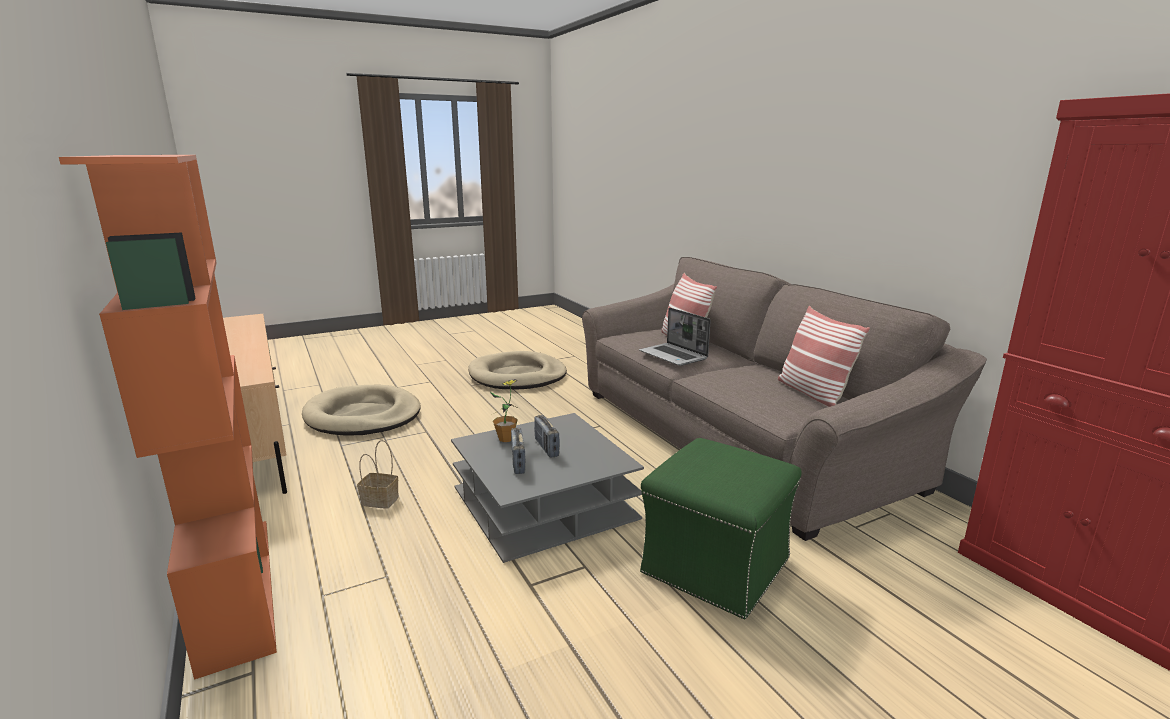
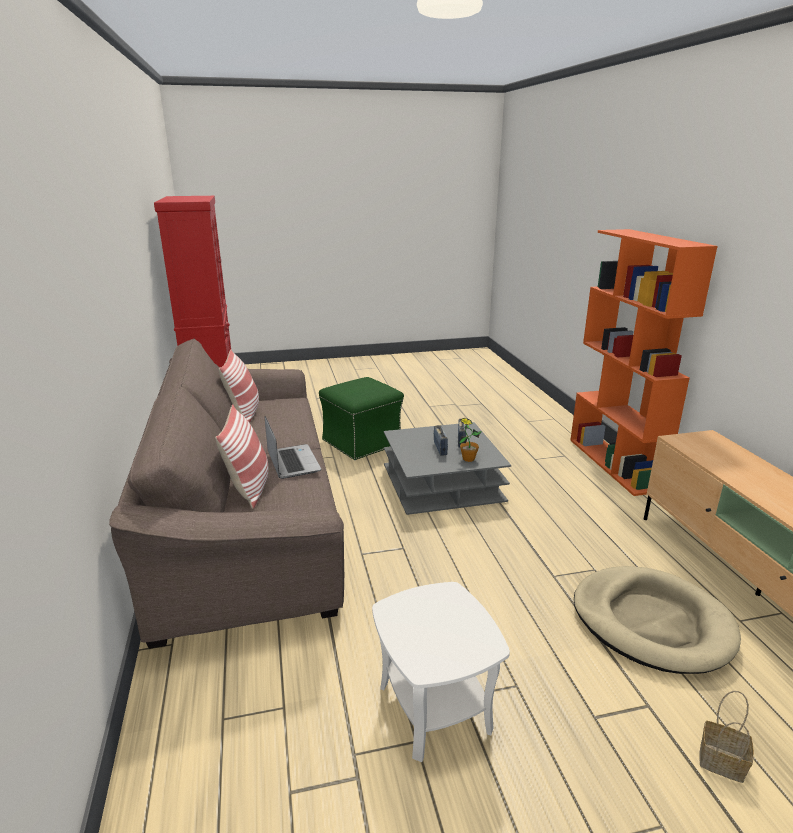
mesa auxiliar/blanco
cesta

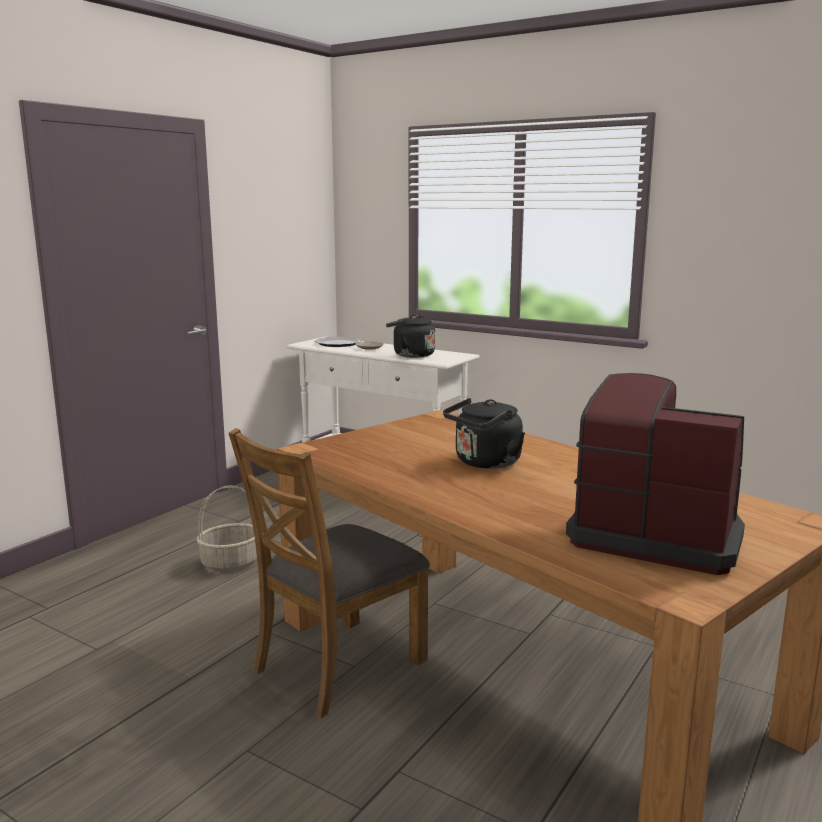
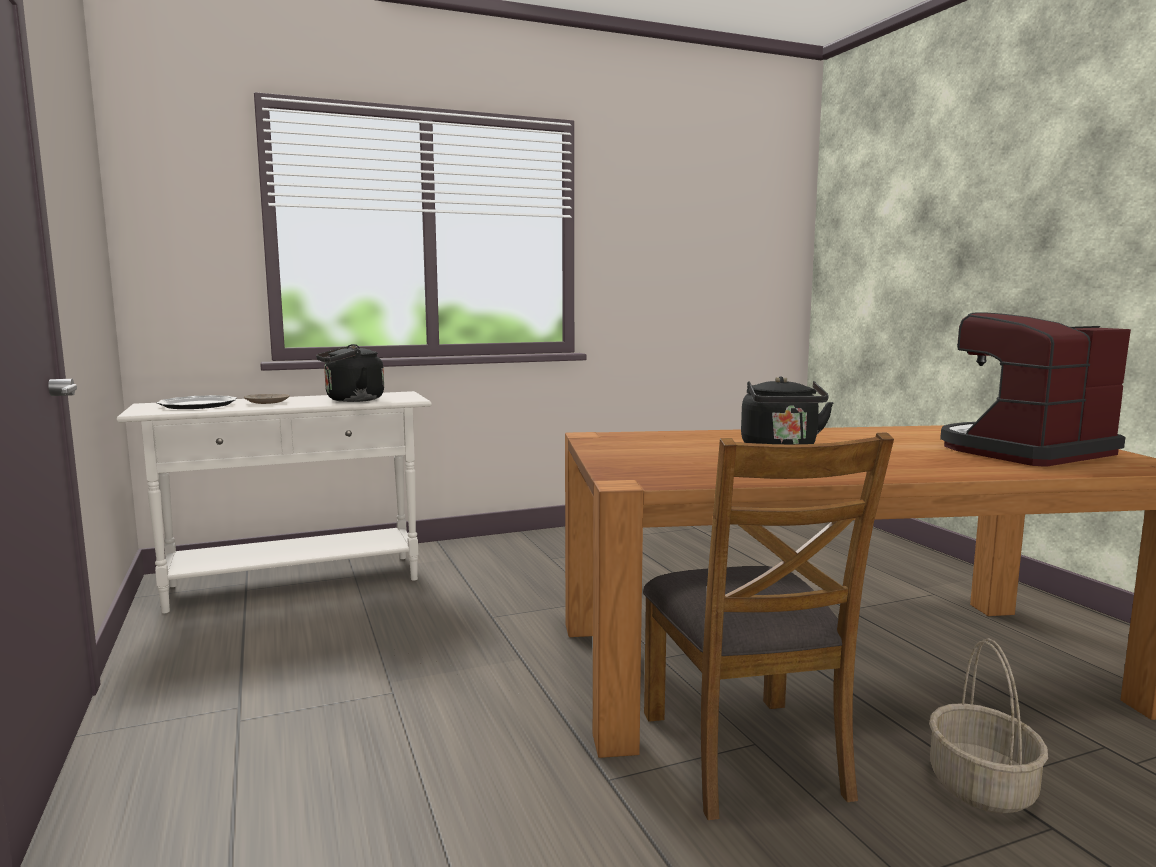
cesta

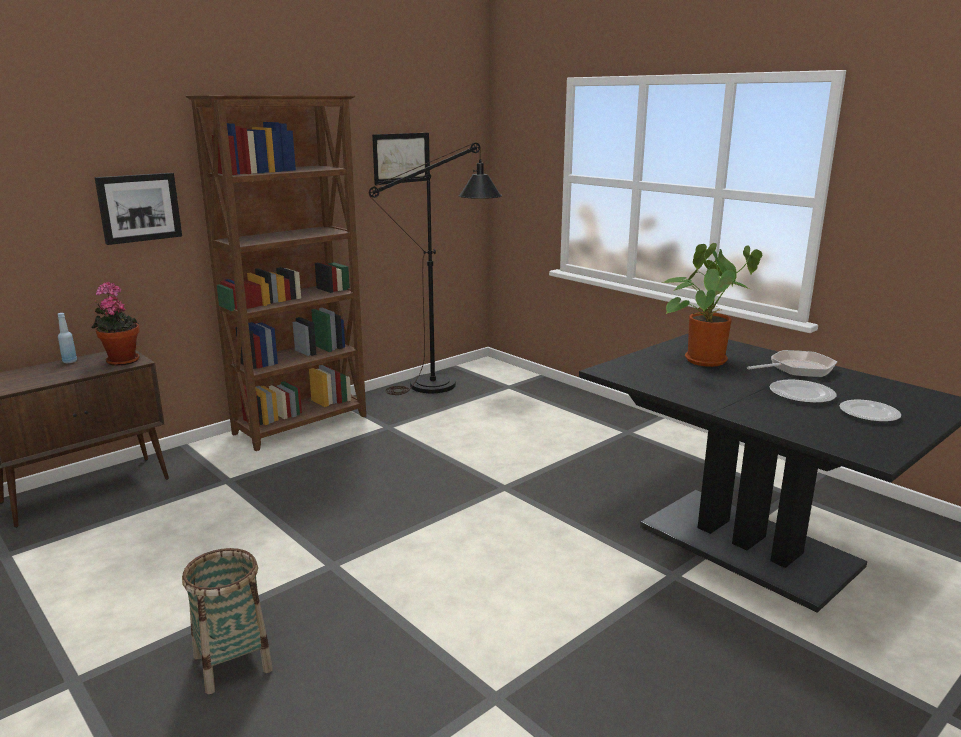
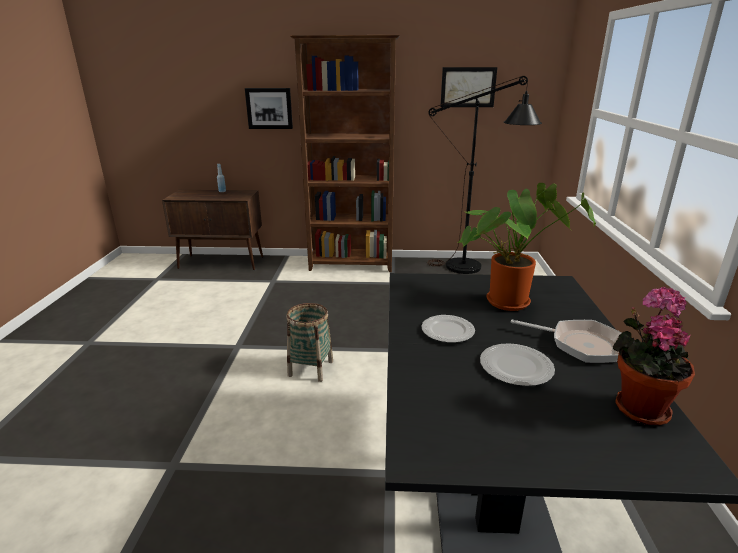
planta en maceta (2nd from left)
plato (1st from left)
cesta

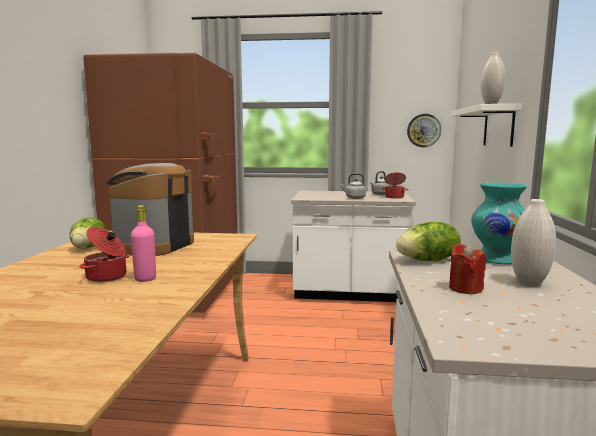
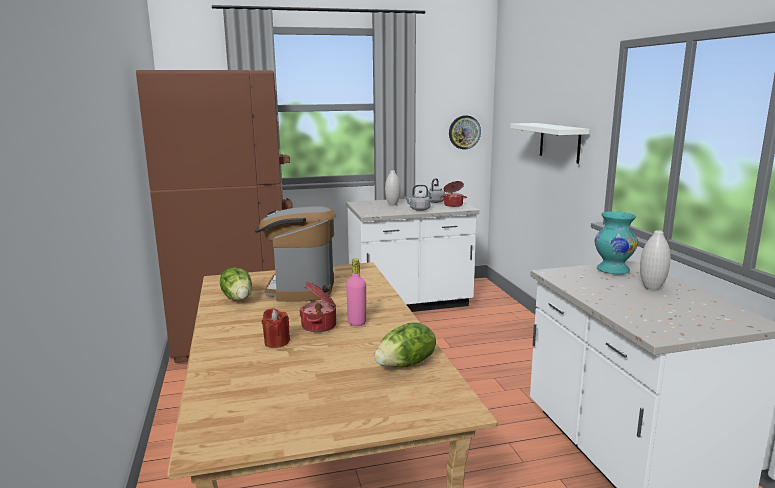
florero/blanco (1st from left)
lechuga (2nd from left)
vela/rojo

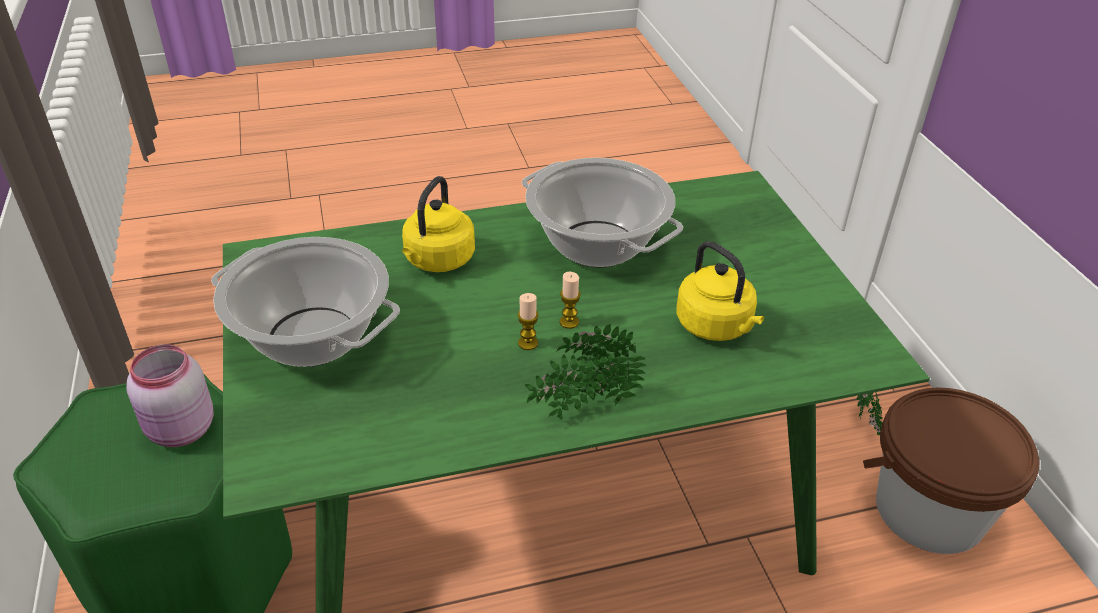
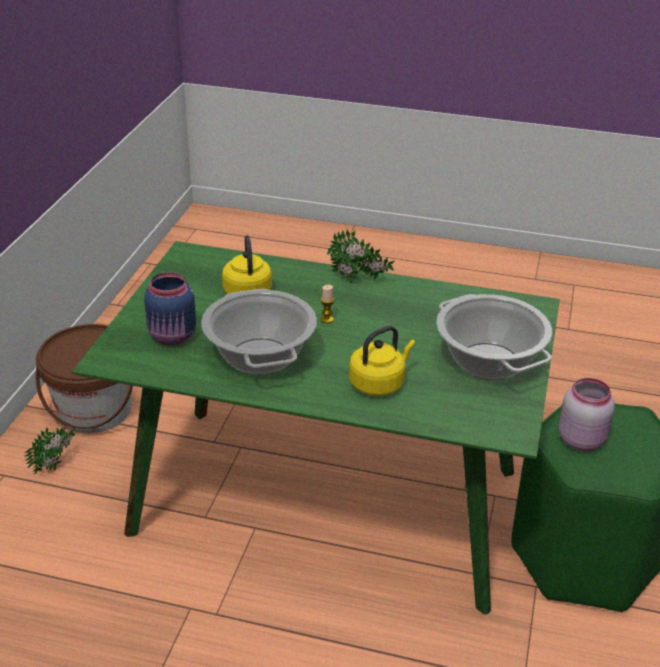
vela (1st from left in the first image)
tarro/azul

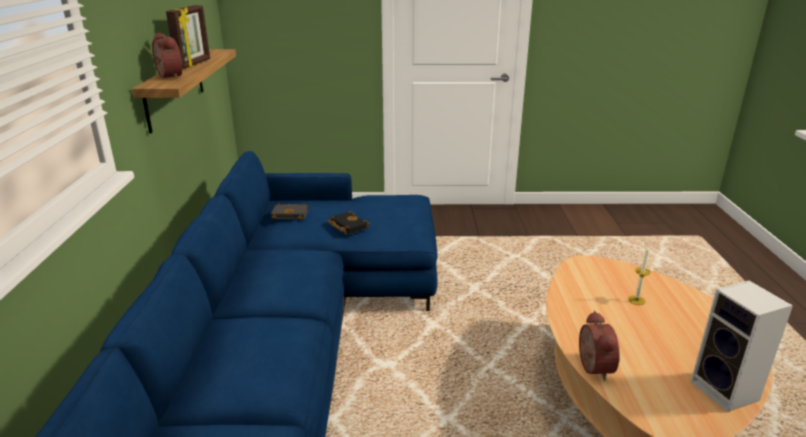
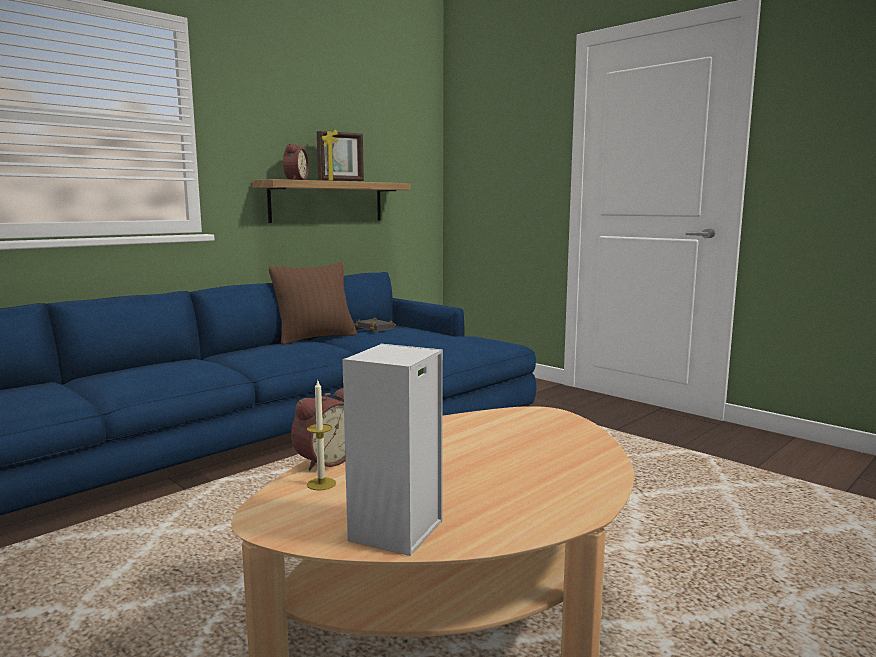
libro/negro (2nd from left in the first image)
vela
cojín/marrón

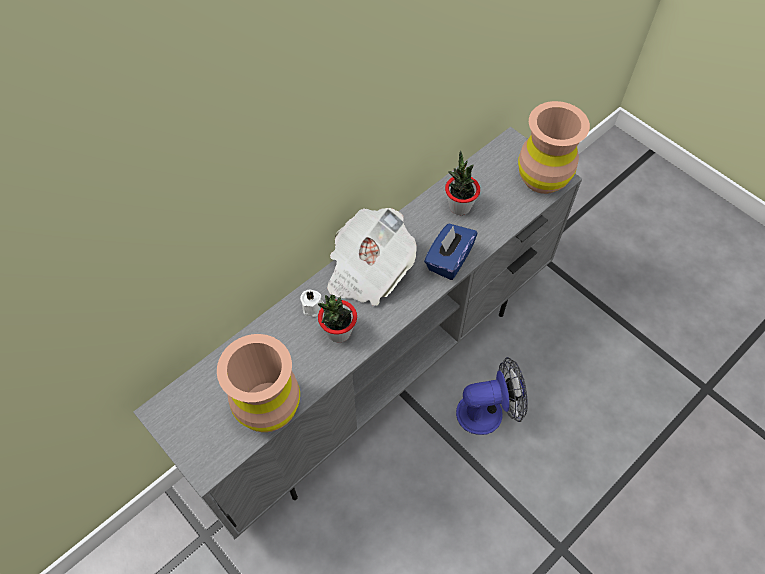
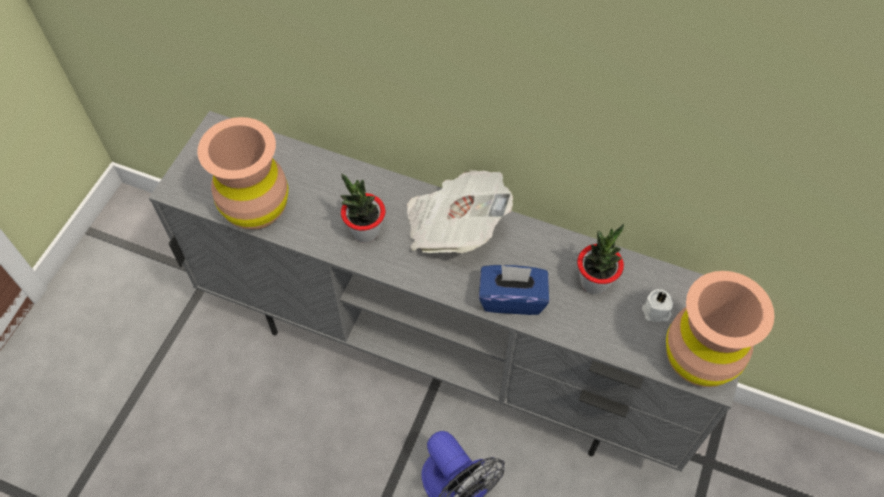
vela/blanco

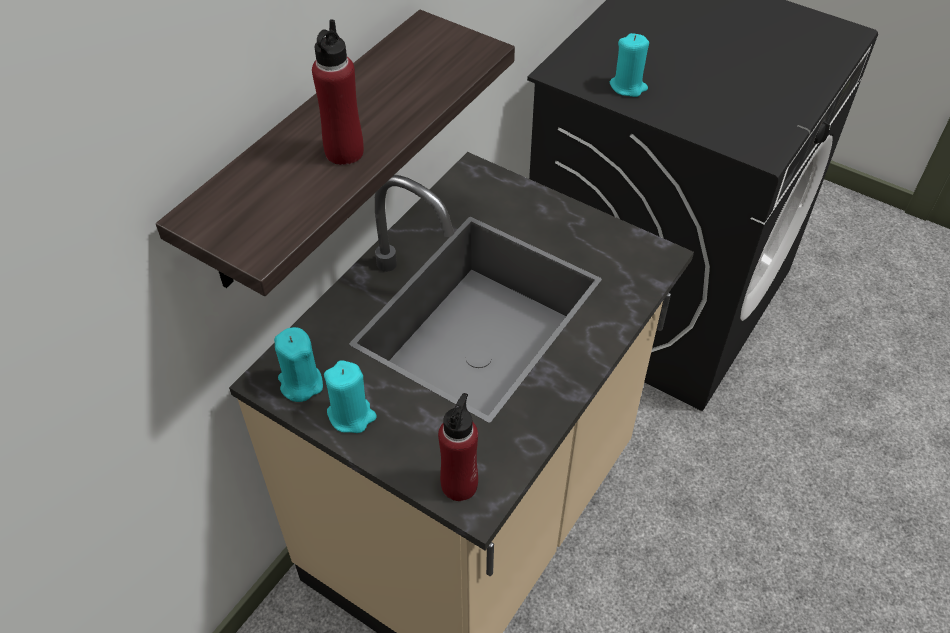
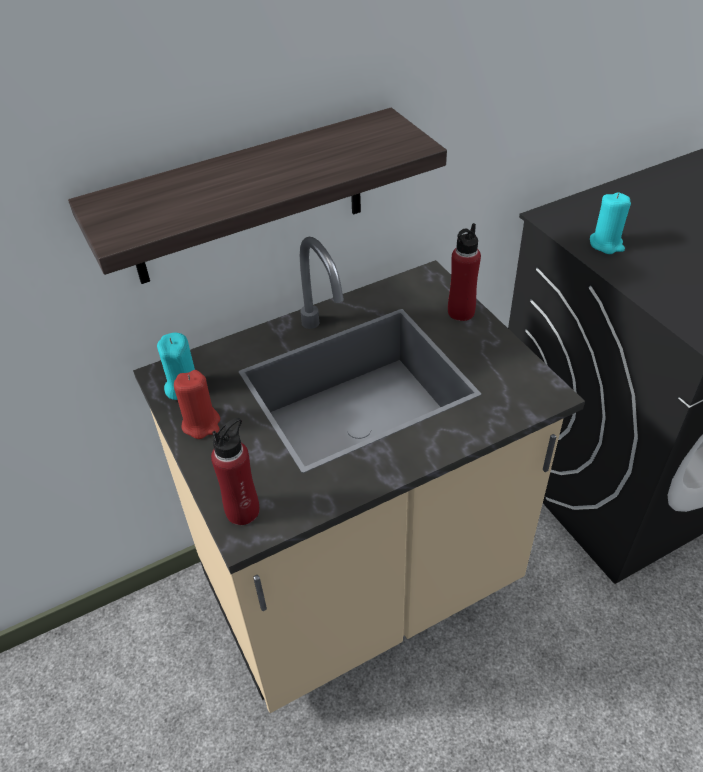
botella/rojo (2nd from left)
vela/rojo

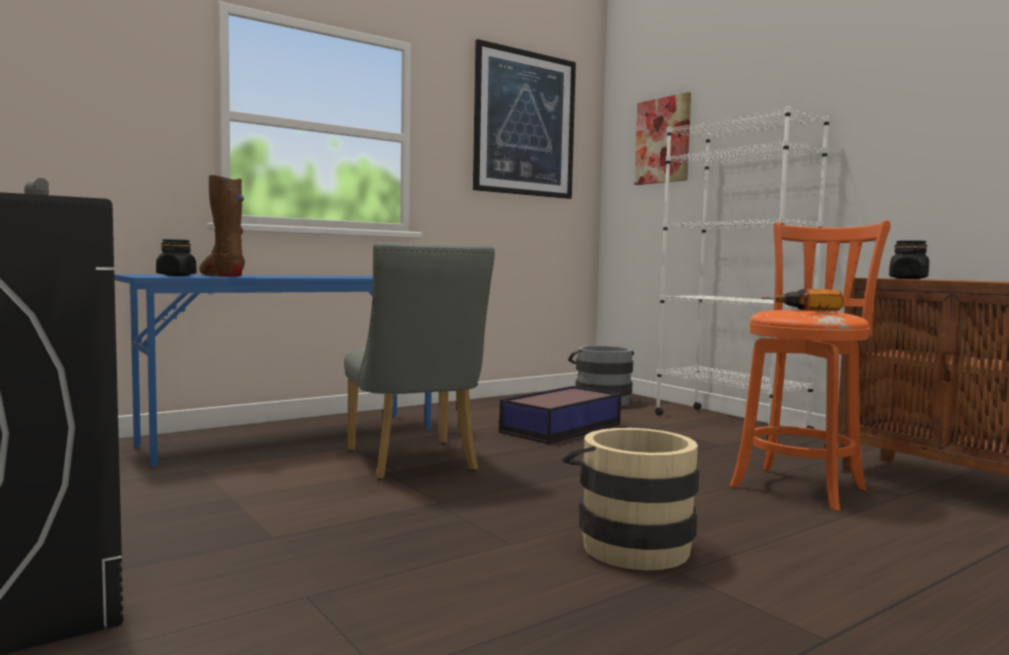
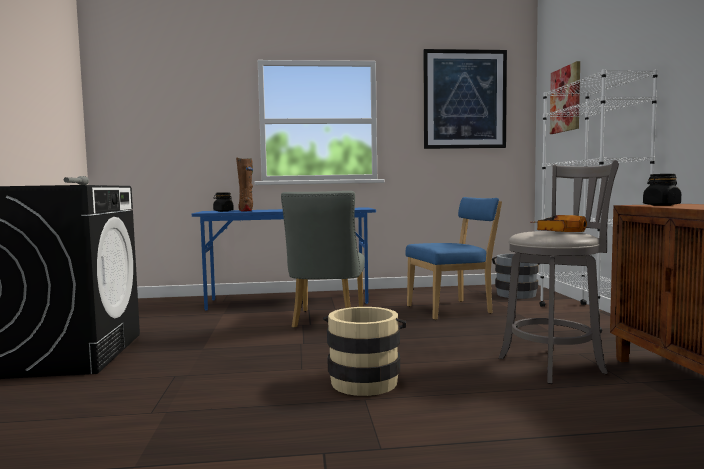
taburete/gris
silla/azul

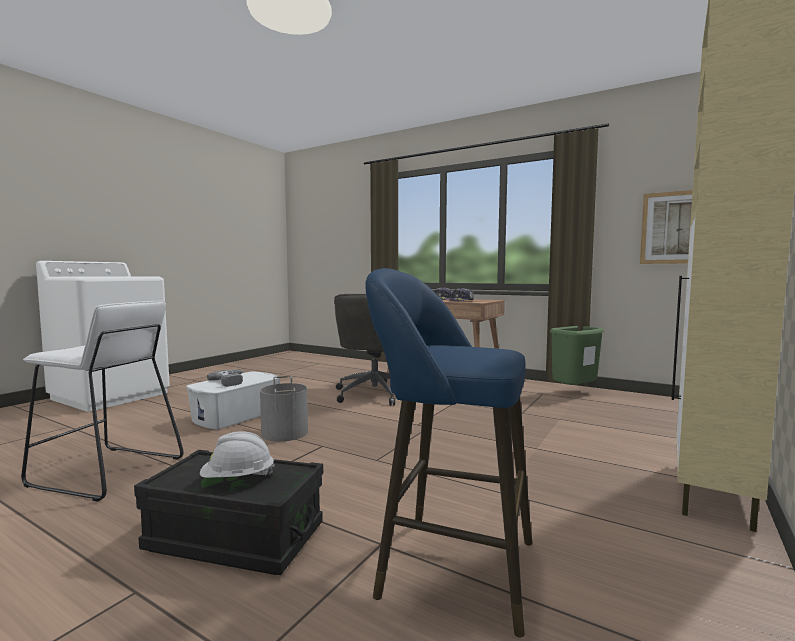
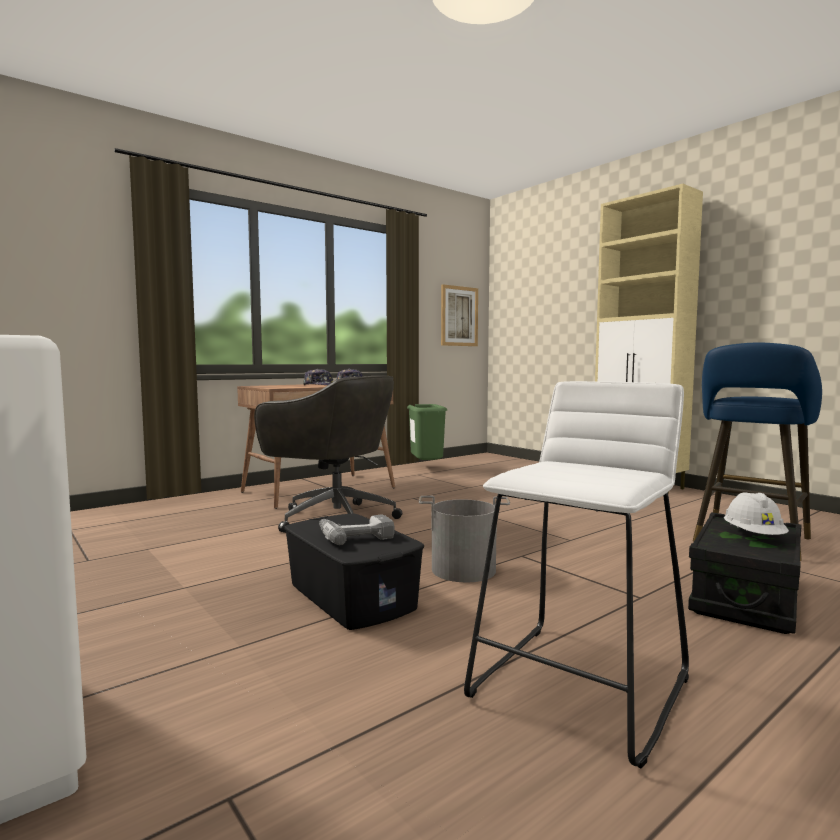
caja de almacenaje/negro (1st from left)

